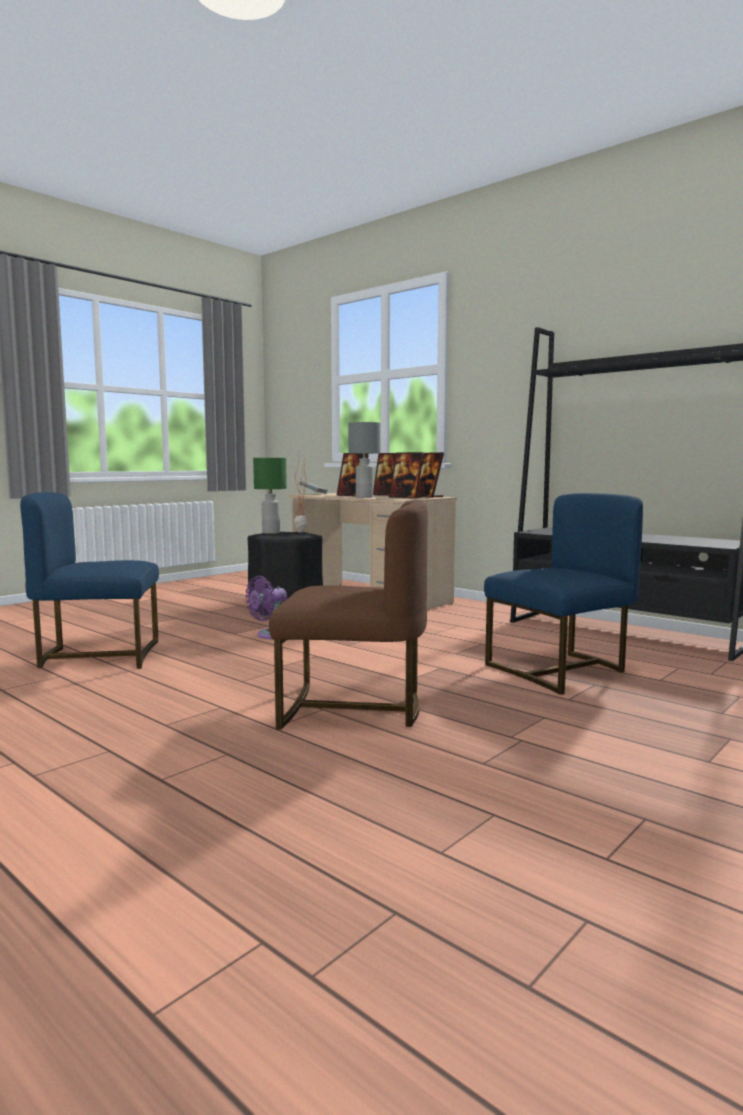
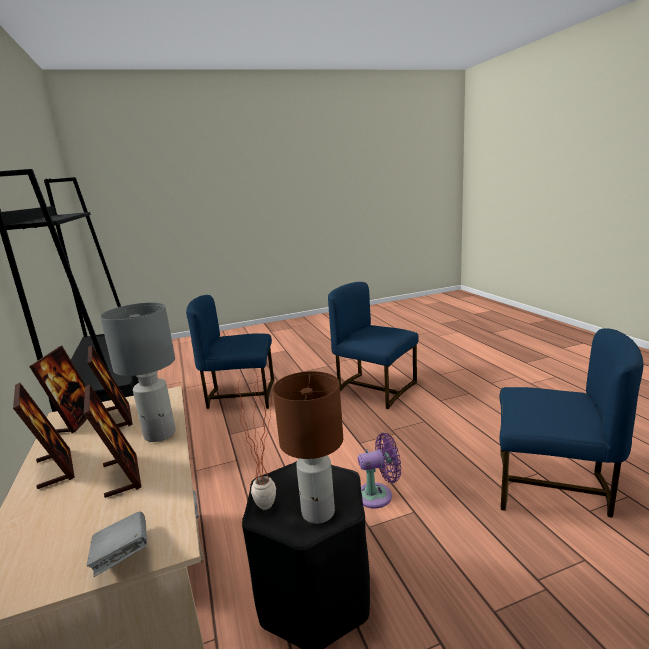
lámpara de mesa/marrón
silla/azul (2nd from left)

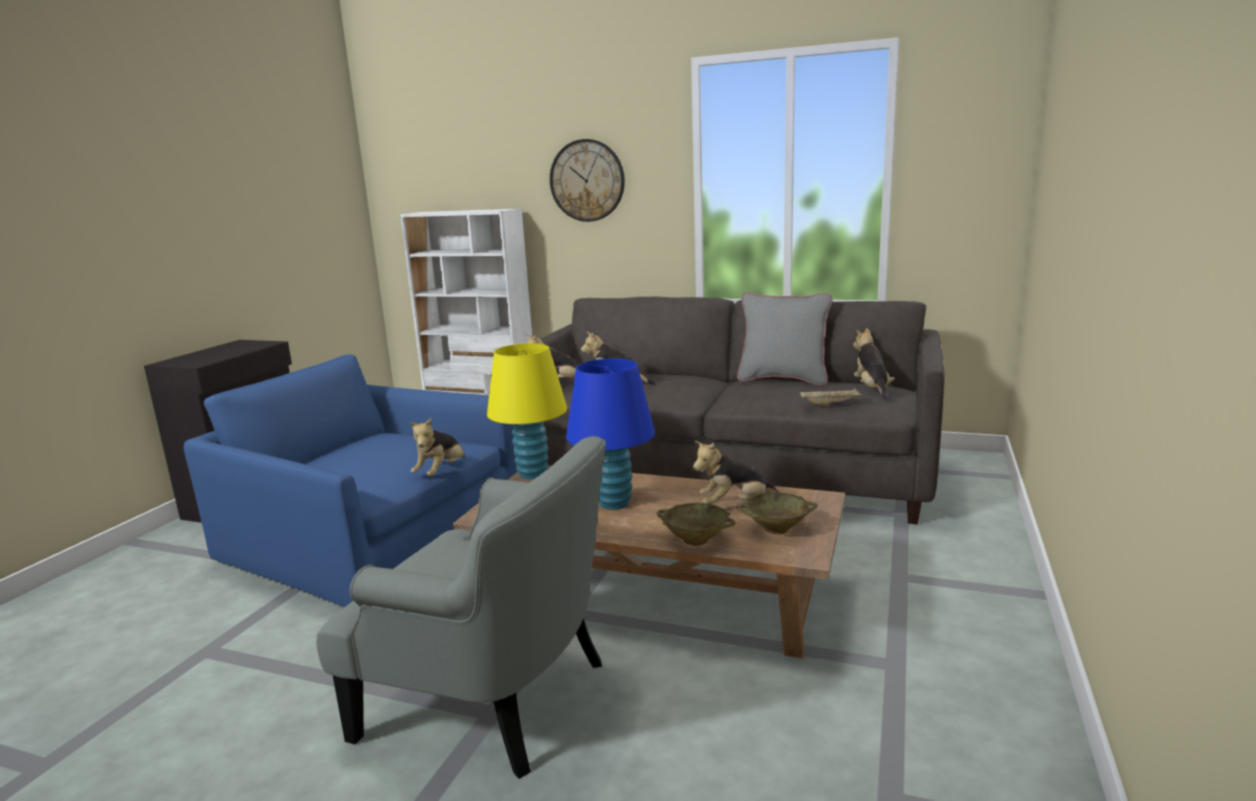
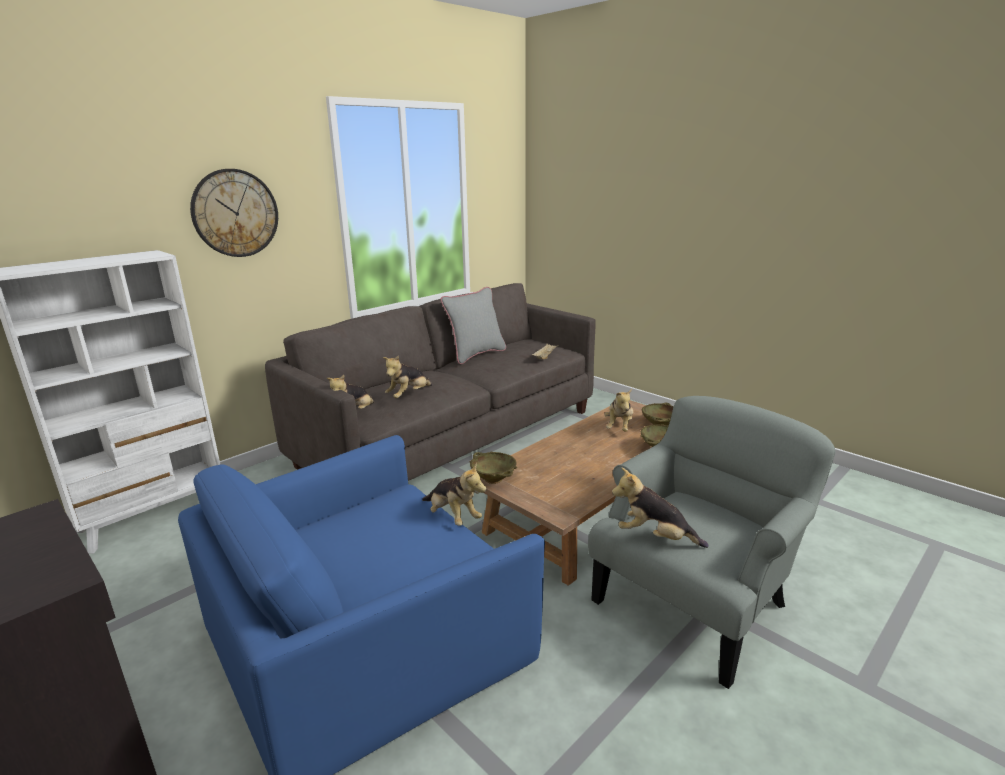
peluche (5th from left)
cuenco/beis (1st from left)
lámpara de mesa/azul

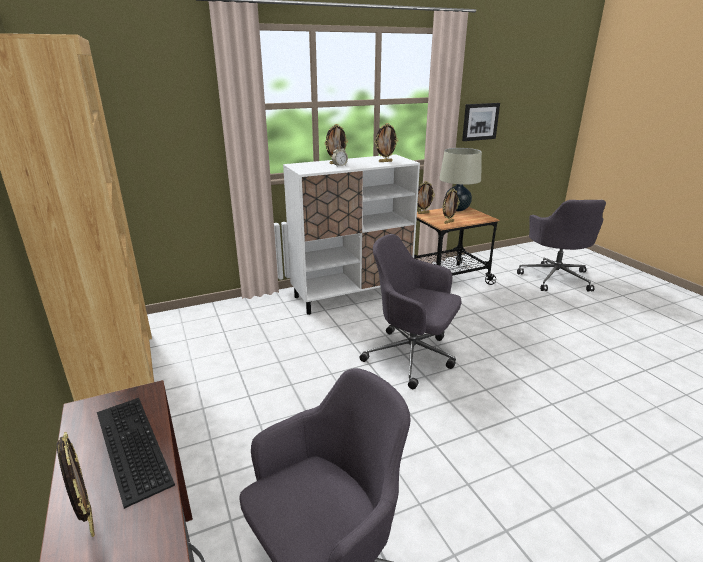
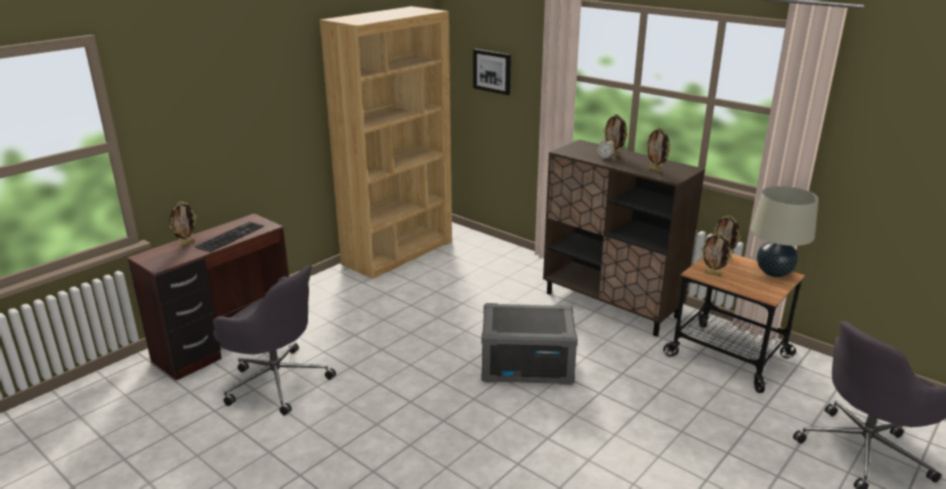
cuadro
armario/marrón
caja de almacenaje/gris

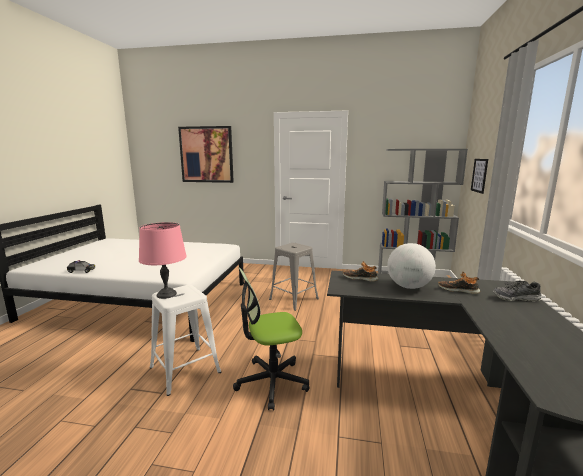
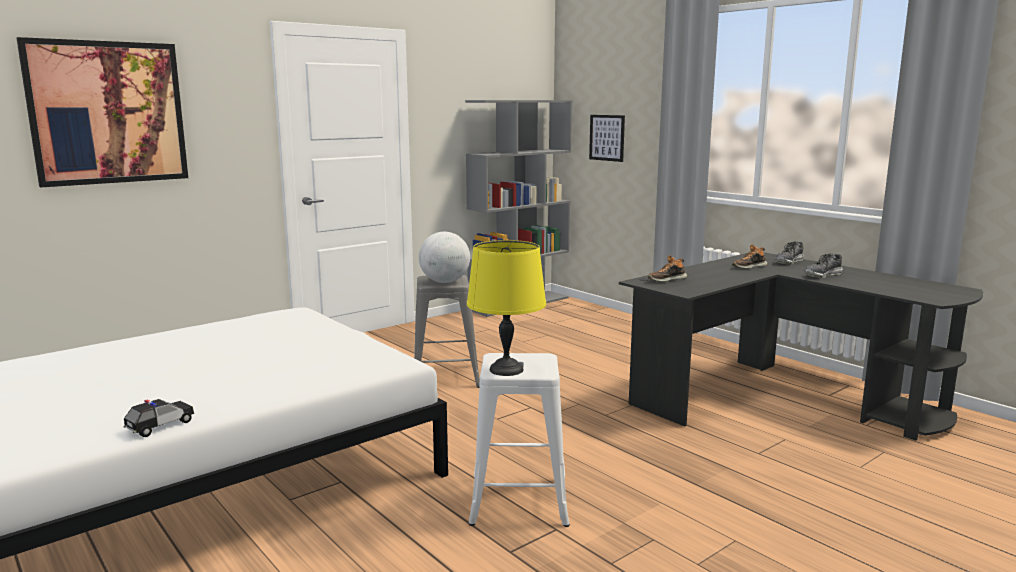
lámpara de mesa/amarillo
globo terráqueo
silla de oficina
zapato (4th from left)

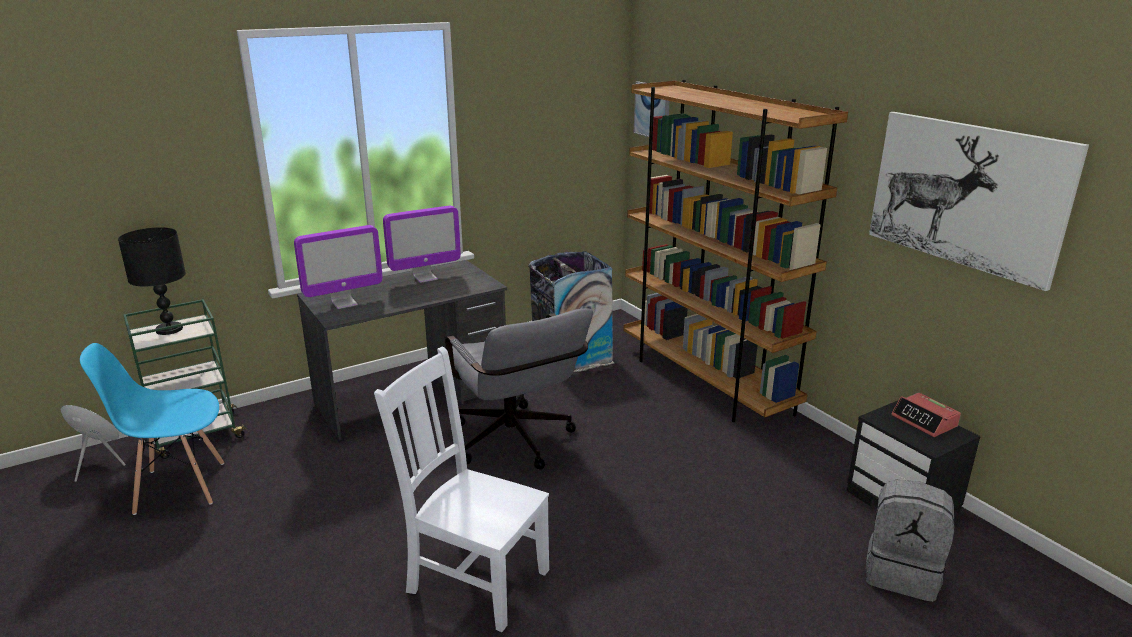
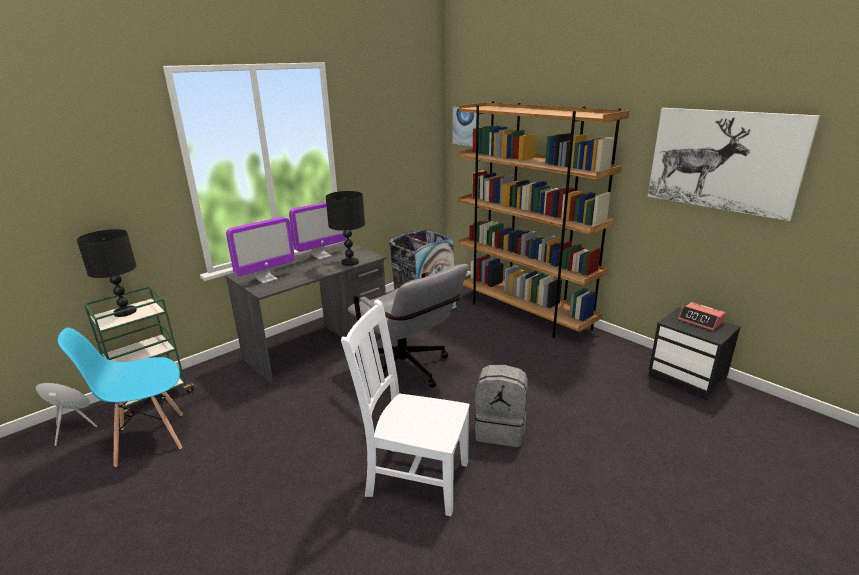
mochila/gris
lámpara de mesa/negro (2nd from left)

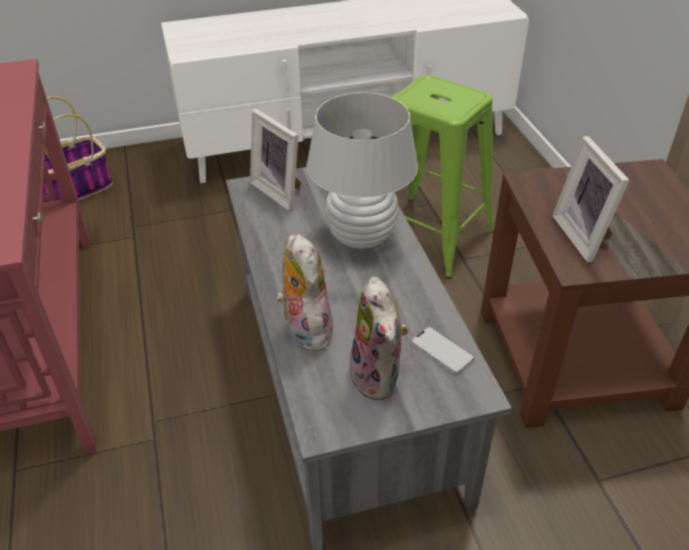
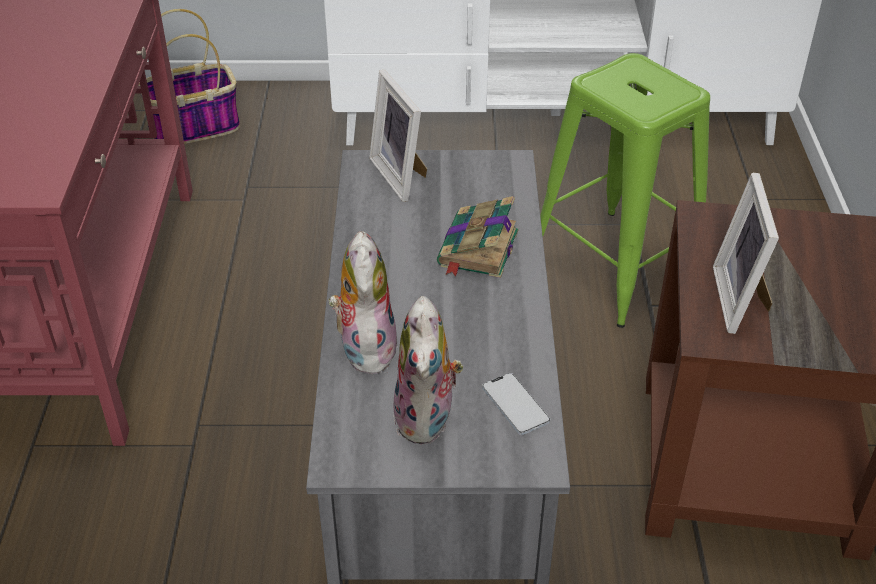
libro

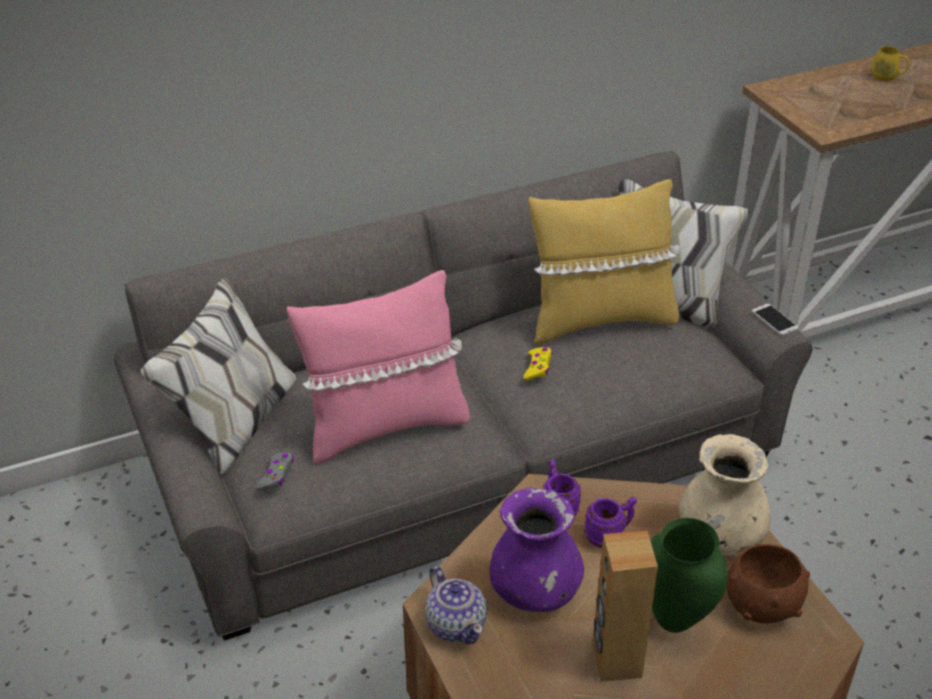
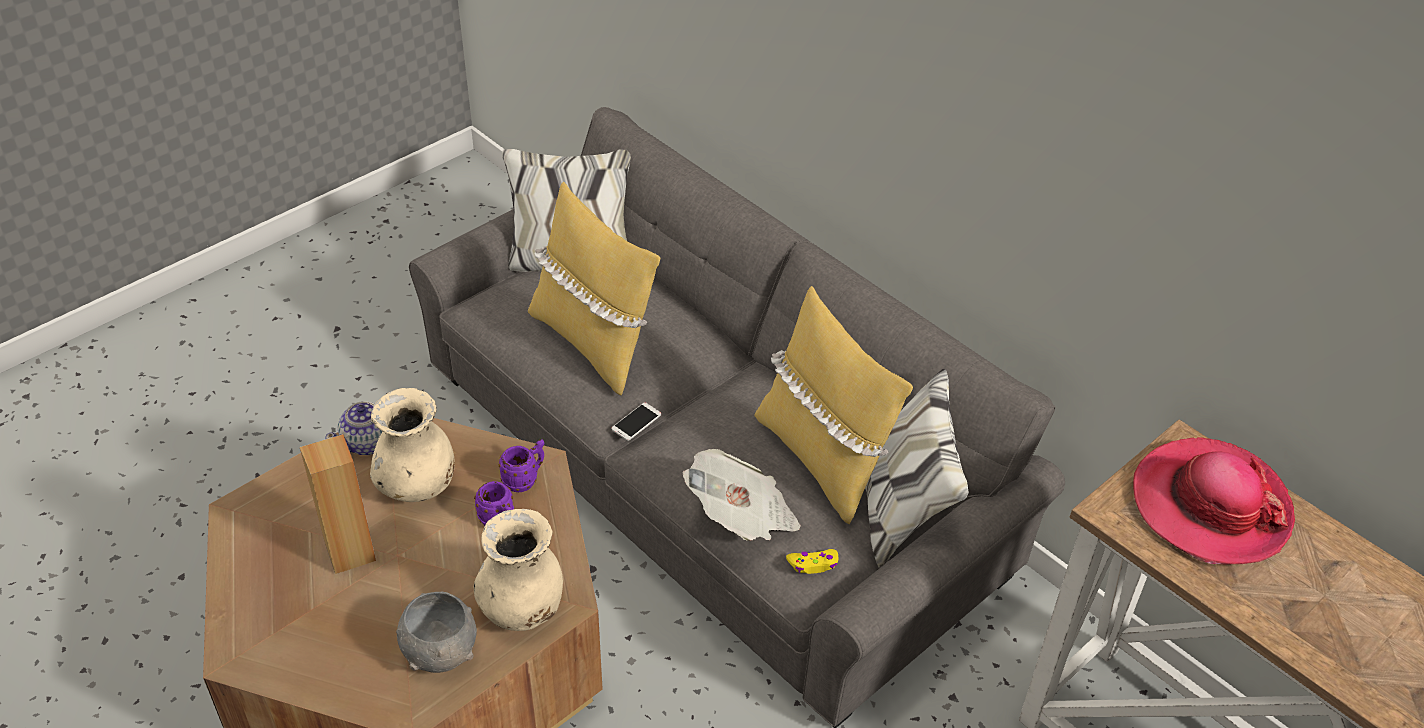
taza grande/amarillo
cojín/amarillo (1st from left)
móvil
mando de consola/amarillo
mando de consola/gris
florero/beis (1st from left)
florero/verde
cuenco/gris
sombrero
periódico

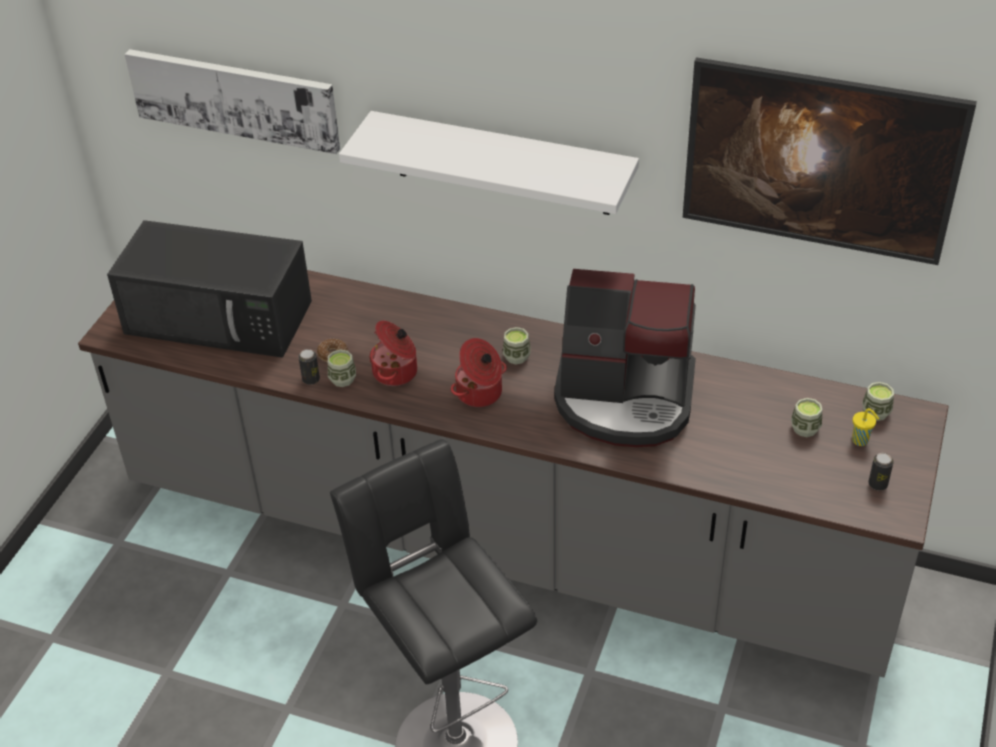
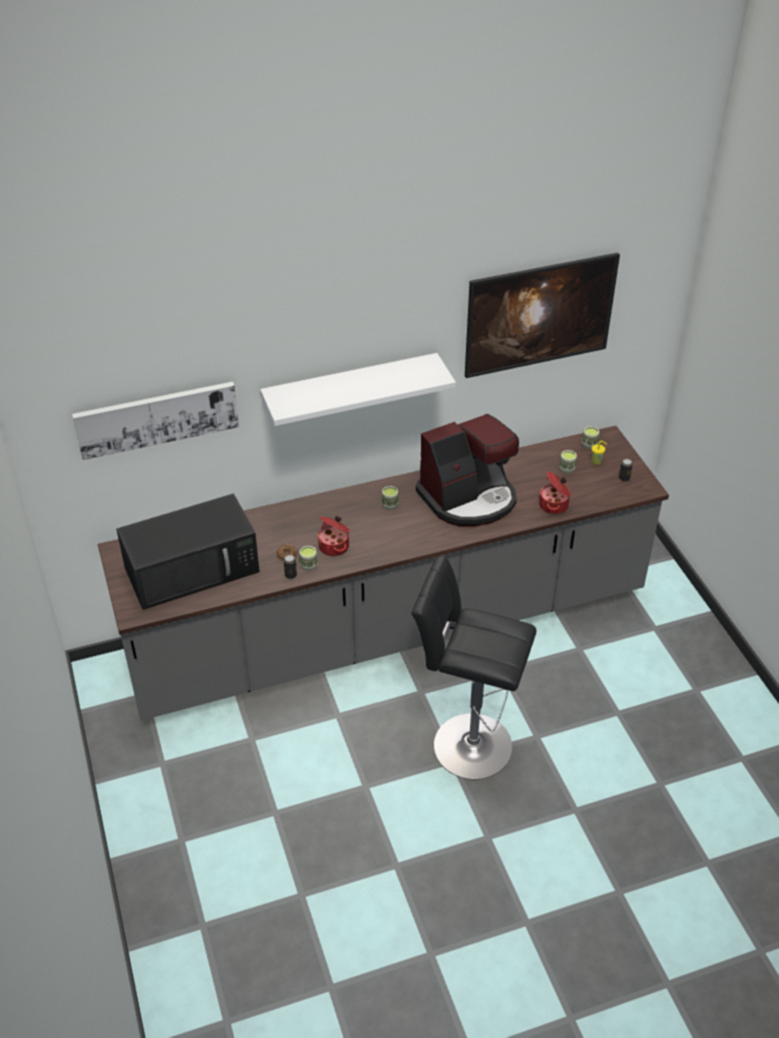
olla (2nd from left)

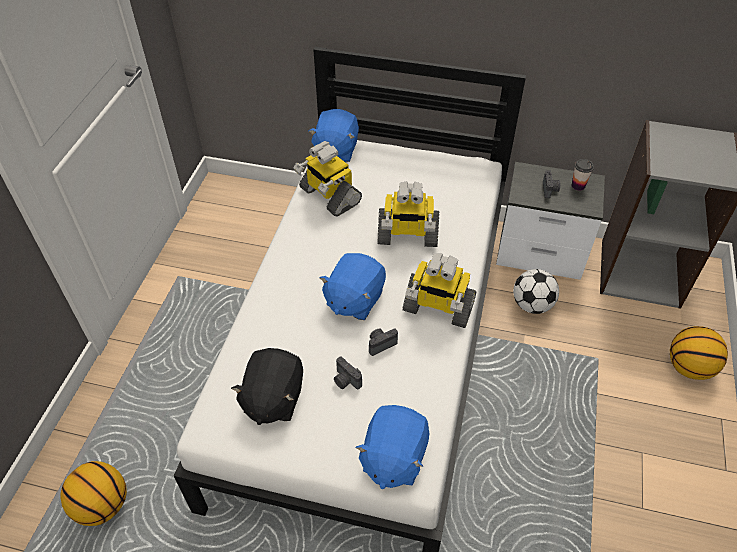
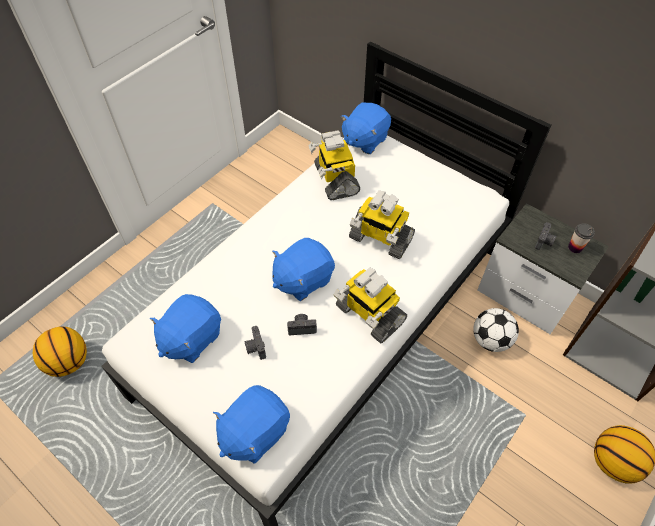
peluche/azul (1st from left)

